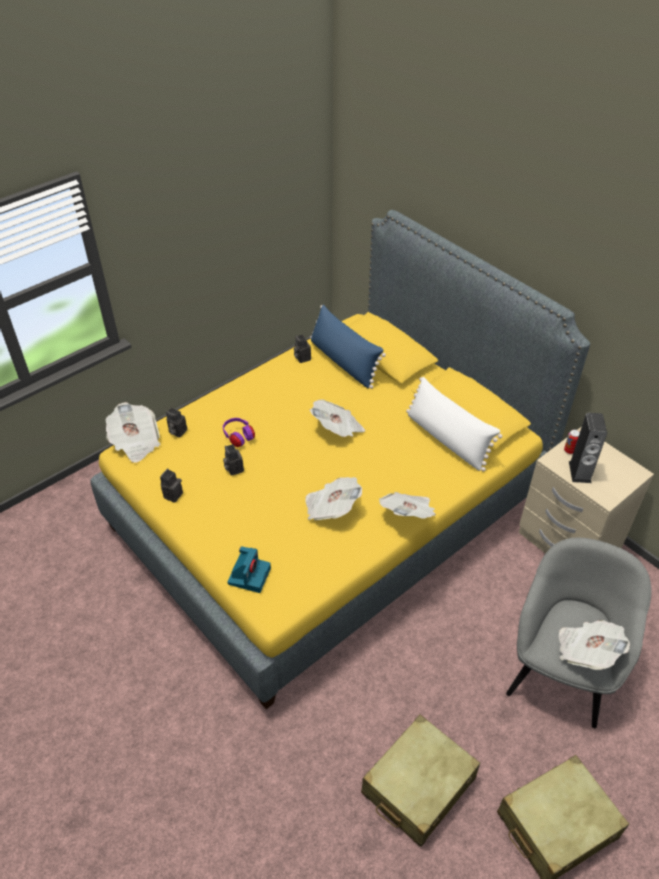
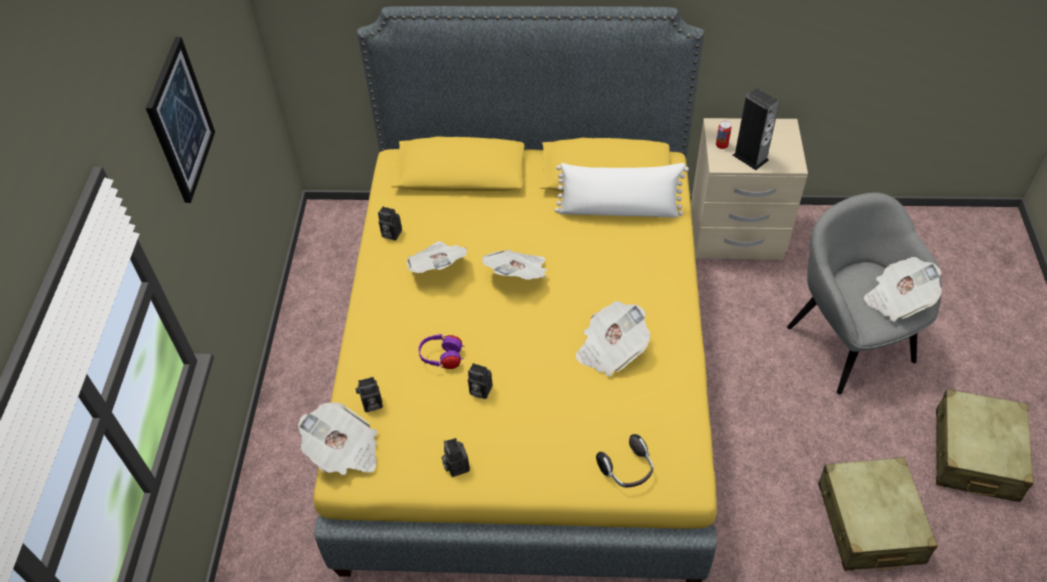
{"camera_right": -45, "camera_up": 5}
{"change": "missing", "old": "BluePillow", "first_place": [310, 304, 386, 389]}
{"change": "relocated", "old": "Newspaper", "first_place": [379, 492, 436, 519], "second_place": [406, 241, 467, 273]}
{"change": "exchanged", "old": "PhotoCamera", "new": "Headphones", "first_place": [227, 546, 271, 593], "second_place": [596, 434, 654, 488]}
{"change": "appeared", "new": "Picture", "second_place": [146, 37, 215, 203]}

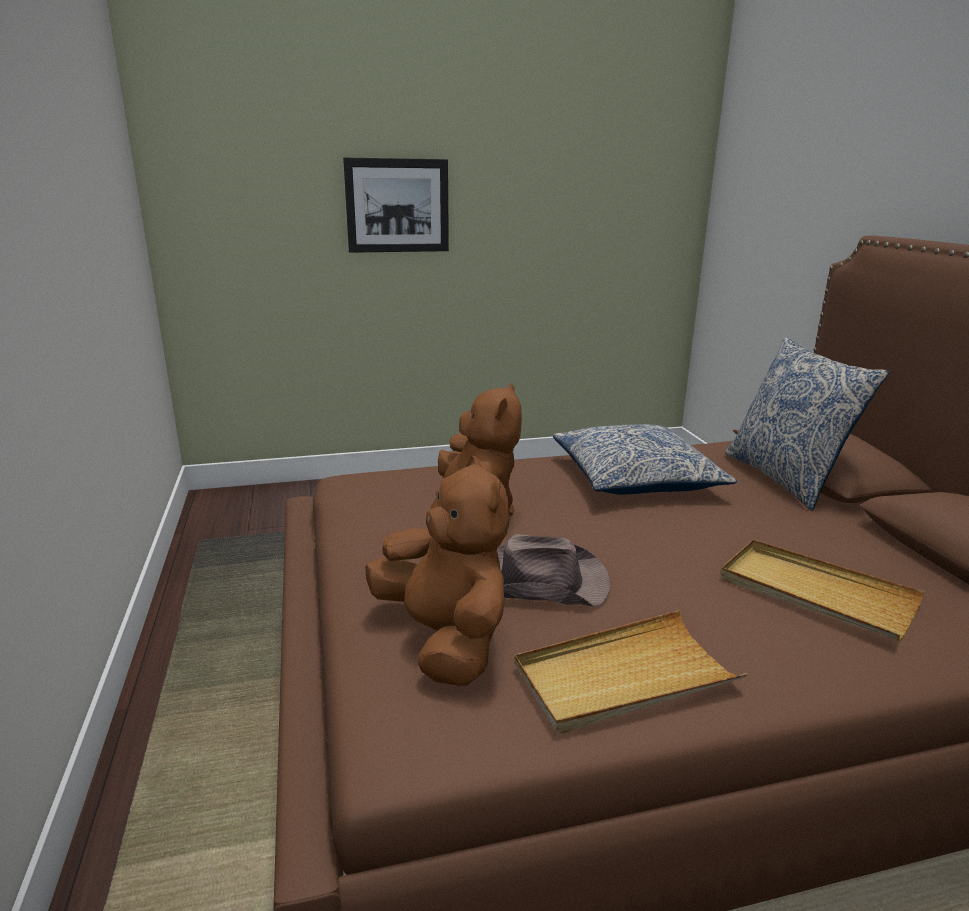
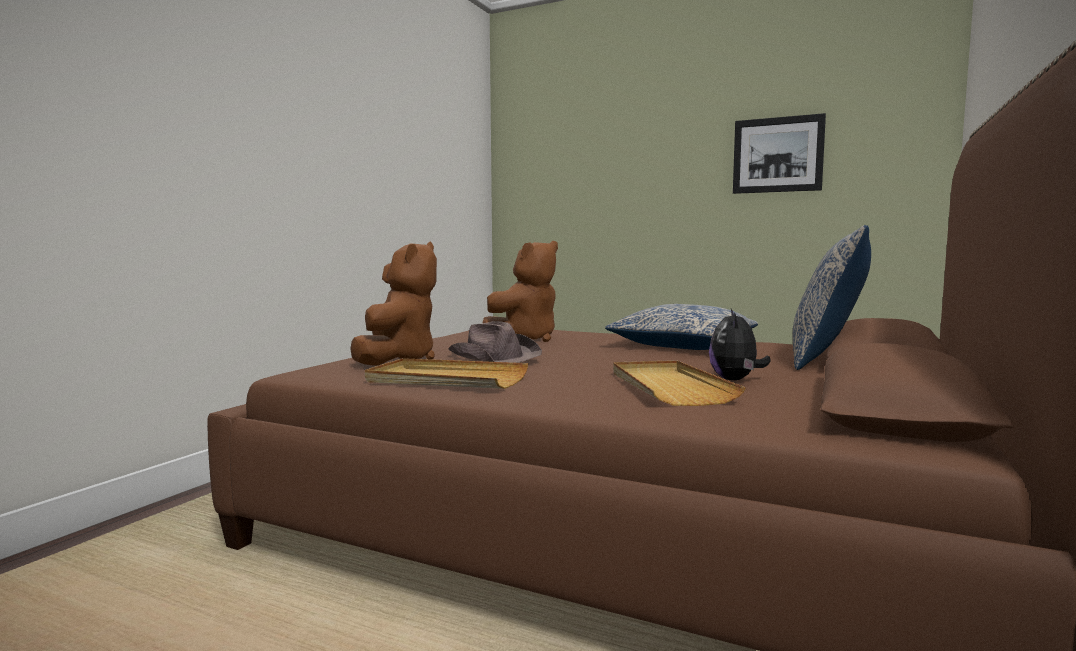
{"camera_right": 40, "camera_up": -15}
{"change": "relocated", "old": "Picture", "first_place": [343, 158, 449, 253], "second_place": [733, 113, 826, 194]}
{"change": "appeared", "new": "PlushToy", "second_place": [709, 309, 771, 380]}

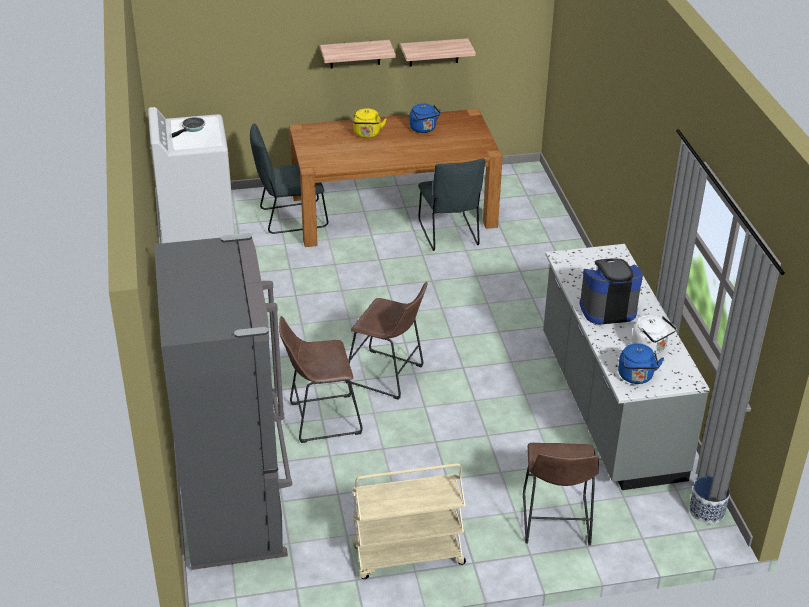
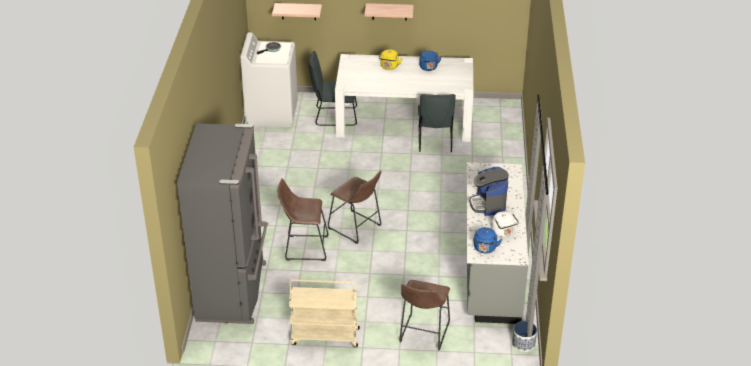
{"camera_right": 15, "camera_up": 0}
{"change": "relocated", "old": "Shelf", "first_place": [400, 38, 476, 67], "second_place": [272, 3, 322, 20]}
{"change": "colour", "old": "BrownDiningTable", "new": "WhiteDiningTable", "first_place": [289, 109, 503, 247], "second_place": [335, 54, 474, 142]}
{"change": "spun", "old": "CoffeeMachine", "first_place": [580, 259, 643, 324], "second_place": [469, 167, 509, 216], "degrees": -105}

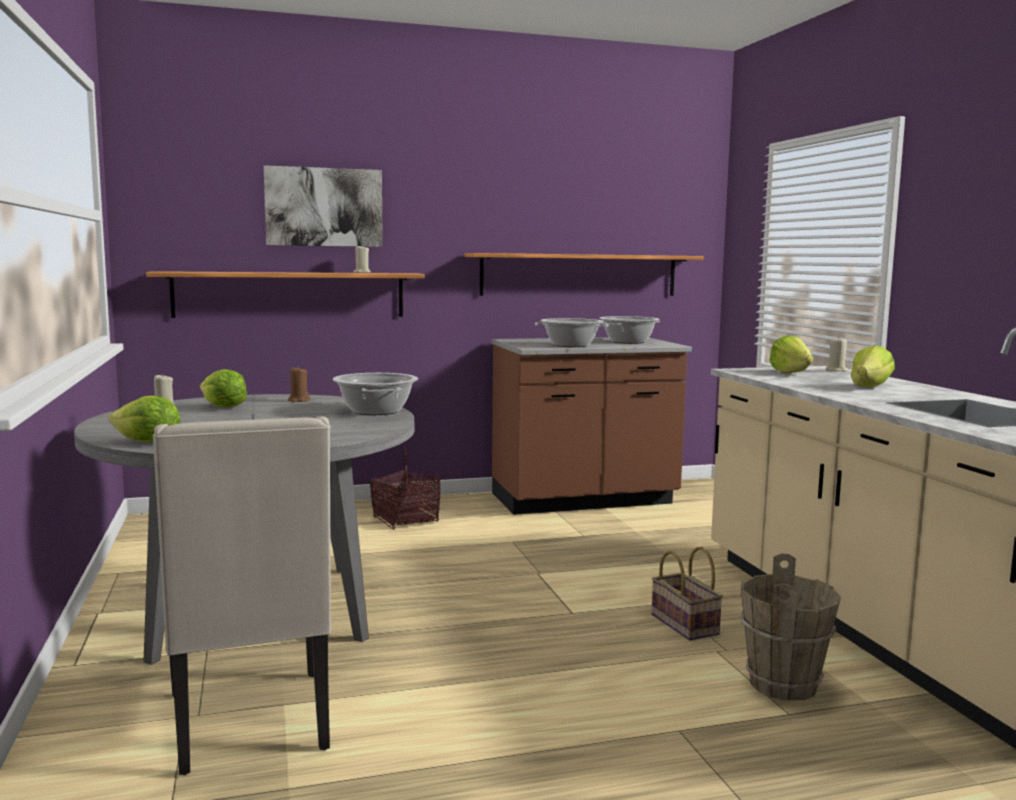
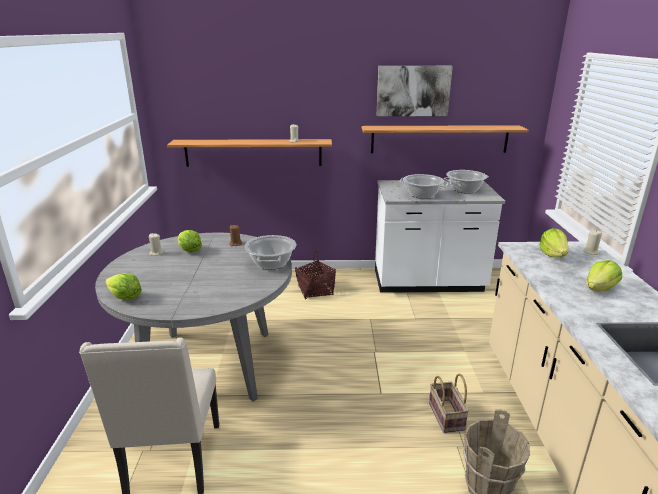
{"camera_right": 15, "camera_up": 15}
{"change": "relocated", "old": "Picture", "first_place": [264, 165, 383, 247], "second_place": [376, 66, 453, 116]}
{"change": "colour", "old": "BrownCounter", "new": "WhiteCounter", "first_place": [492, 337, 692, 515], "second_place": [375, 180, 505, 293]}

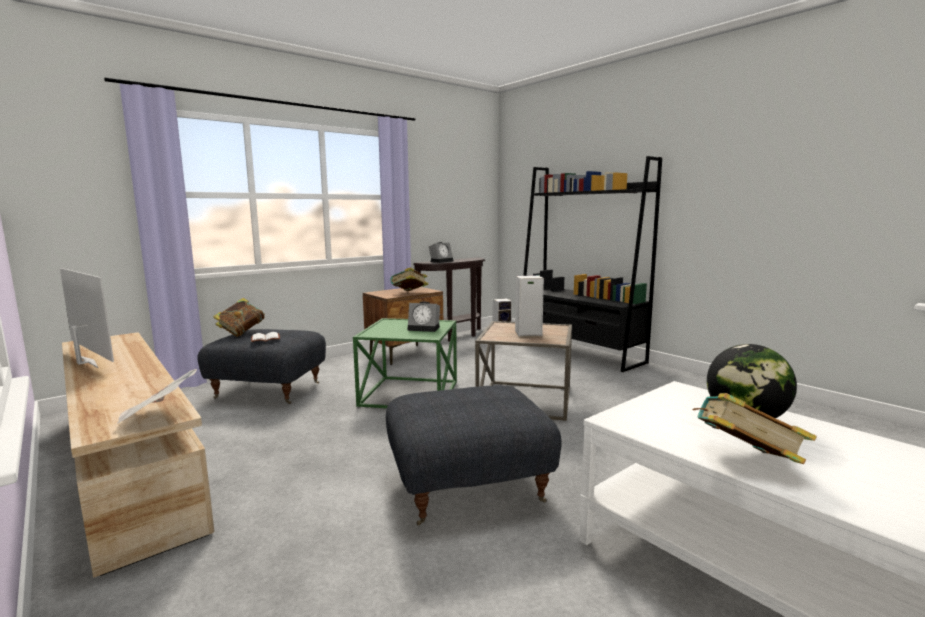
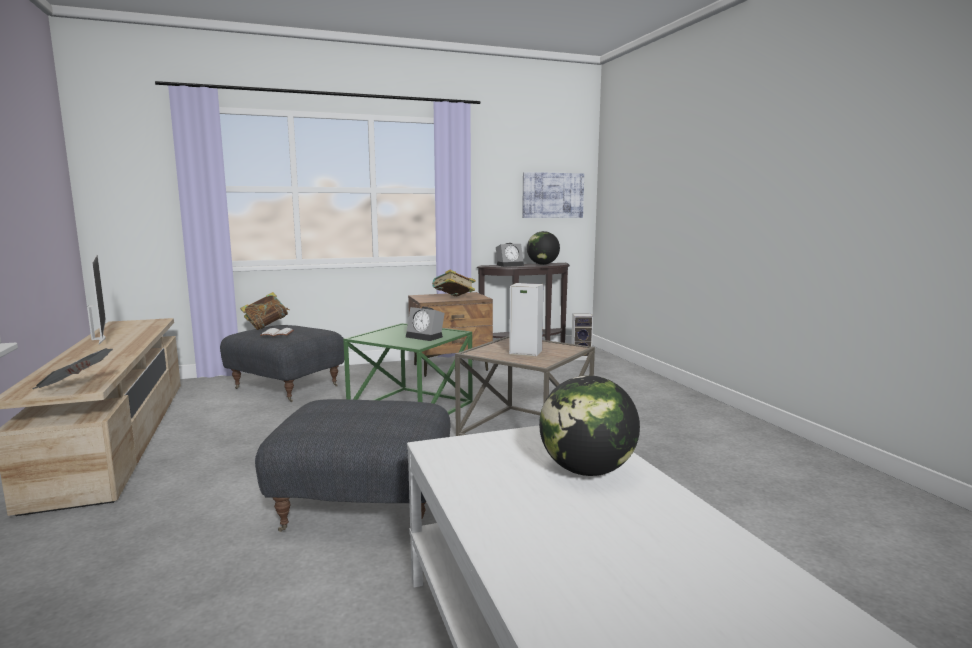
{"camera_right": 20, "camera_up": 0}
{"change": "missing", "old": "BlackBookcase", "first_place": [523, 156, 662, 372]}
{"change": "missing", "old": "Book", "first_place": [692, 393, 817, 464]}
{"change": "appeared", "new": "Picture", "second_place": [522, 172, 584, 218]}
{"change": "appeared", "new": "Globe", "second_place": [527, 231, 560, 265]}

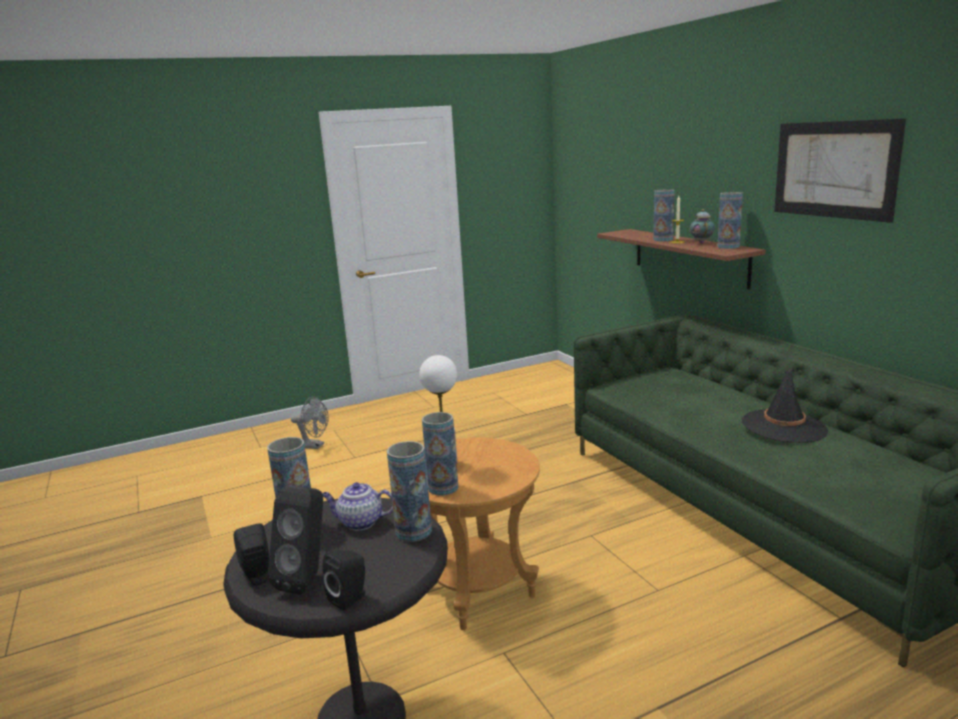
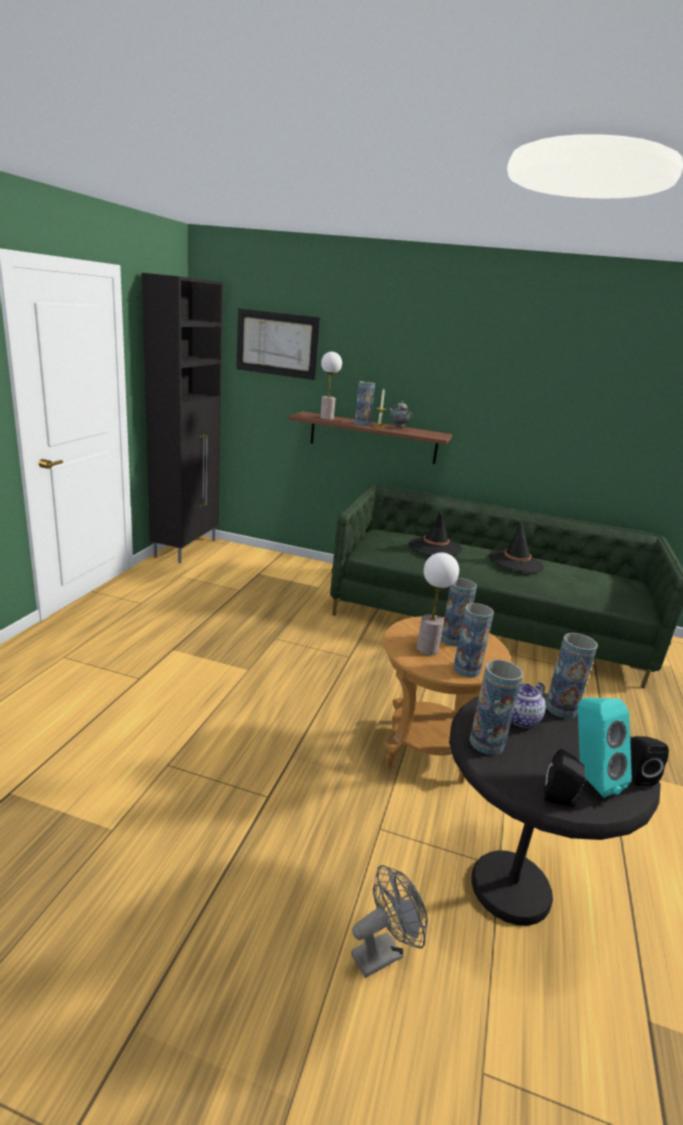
{"camera_right": -50, "camera_up": 5}
{"change": "relocated", "old": "Picture", "first_place": [774, 118, 906, 223], "second_place": [236, 308, 320, 380]}
{"change": "relocated", "old": "Vase", "first_place": [717, 192, 743, 249], "second_place": [441, 578, 477, 646]}
{"change": "relocated", "old": "GreyFan", "first_place": [291, 396, 329, 449], "second_place": [351, 865, 428, 978]}
{"change": "colour", "old": "BlackSpeaker", "new": "TurquoiseSpeaker", "first_place": [268, 486, 323, 595], "second_place": [578, 698, 632, 798]}
{"change": "appeared", "new": "BlackCabinet", "second_place": [141, 273, 223, 563]}
{"change": "appeared", "new": "TableLamp", "second_place": [320, 352, 342, 420]}
{"change": "appeared", "new": "BlackHat", "second_place": [409, 512, 462, 556]}

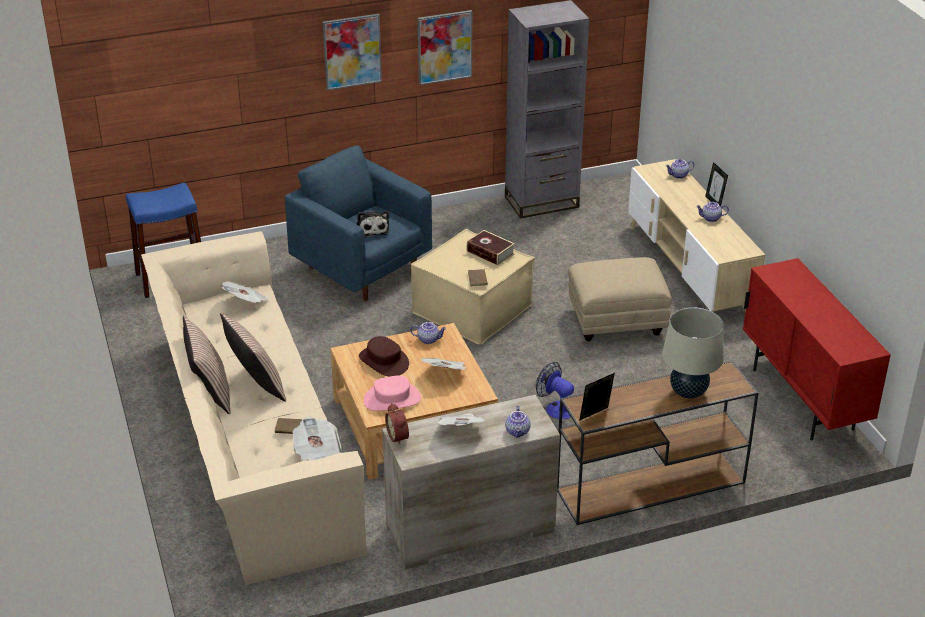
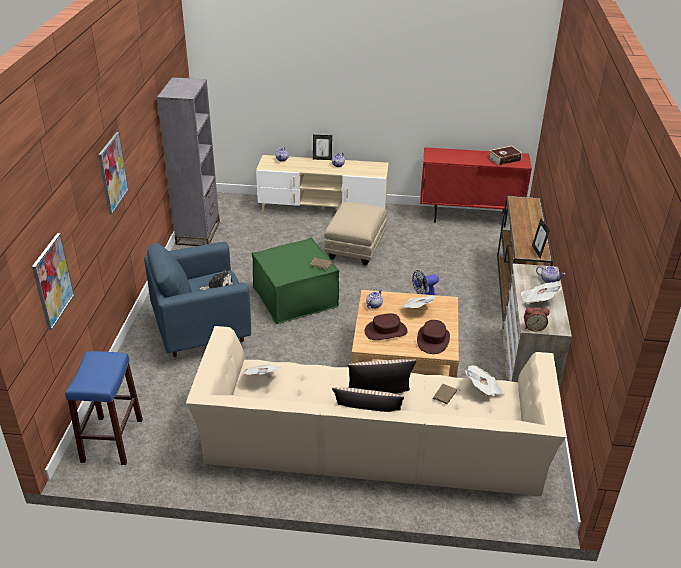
{"camera_right": -65, "camera_up": 0}
{"change": "relocated", "old": "Picture", "first_place": [418, 10, 472, 85], "second_place": [32, 233, 74, 330]}
{"change": "colour", "old": "BeigeOttoman", "new": "GreenOttoman", "first_place": [411, 229, 535, 345], "second_place": [252, 237, 339, 324]}
{"change": "relocated", "old": "Book", "first_place": [467, 230, 515, 265], "second_place": [489, 146, 522, 166]}
{"change": "missing", "old": "BeigeTableLamp", "first_place": [662, 307, 724, 399]}
{"change": "colour", "old": "PinkHat", "new": "BrownHat", "first_place": [364, 375, 421, 411], "second_place": [417, 320, 450, 354]}

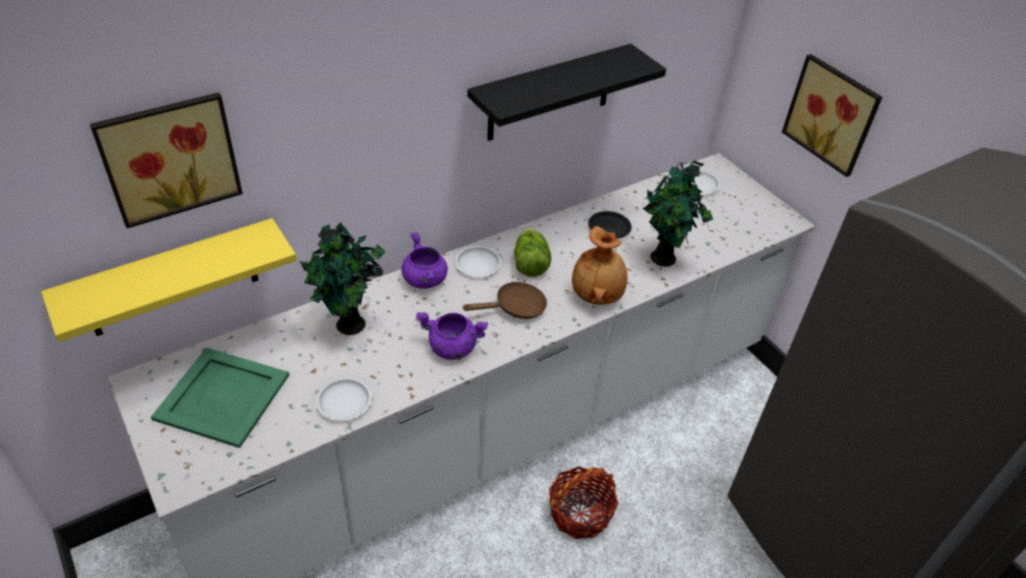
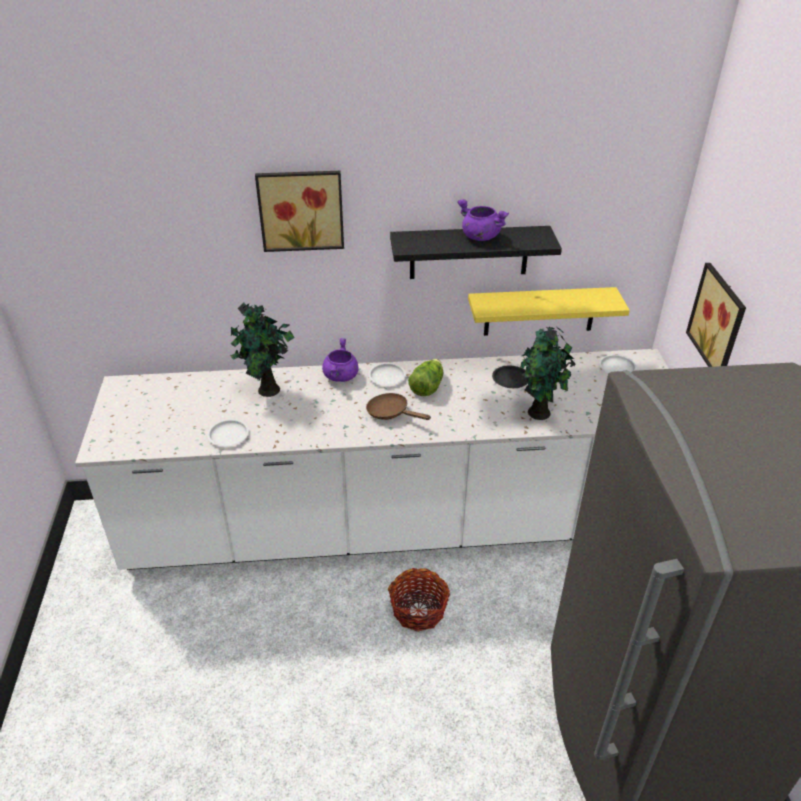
{"camera_right": 30, "camera_up": -5}
{"change": "relocated", "old": "Picture", "first_place": [90, 92, 243, 228], "second_place": [255, 171, 344, 252]}
{"change": "relocated", "old": "YellowShelf", "first_place": [41, 218, 297, 342], "second_place": [468, 287, 630, 336]}
{"change": "missing", "old": "BrownVase", "first_place": [572, 226, 628, 305]}
{"change": "spun", "old": "BrownFryingPan", "first_place": [462, 282, 547, 319], "second_place": [366, 393, 430, 420], "degrees": -150}
{"change": "relocated", "old": "PurpleCookingPot", "first_place": [416, 312, 488, 360], "second_place": [457, 199, 509, 241]}
{"change": "missing", "old": "GreenTray", "first_place": [151, 348, 289, 448]}

